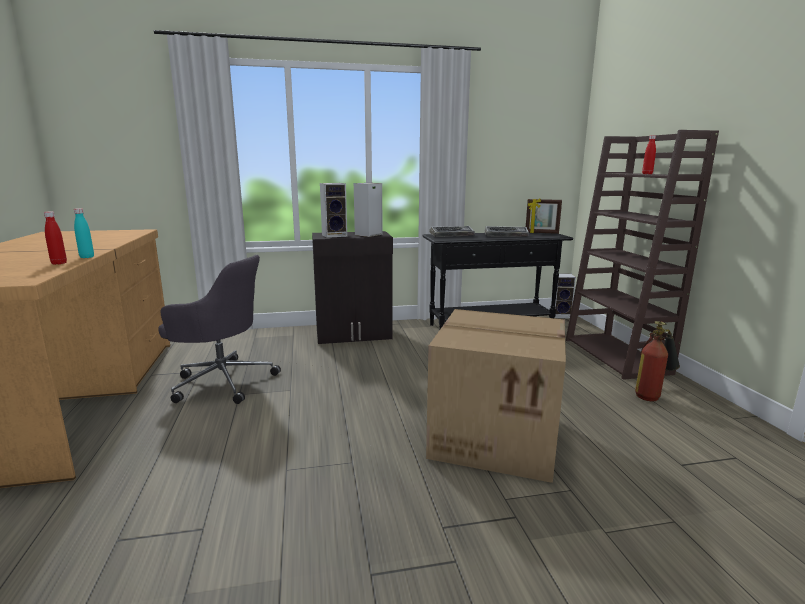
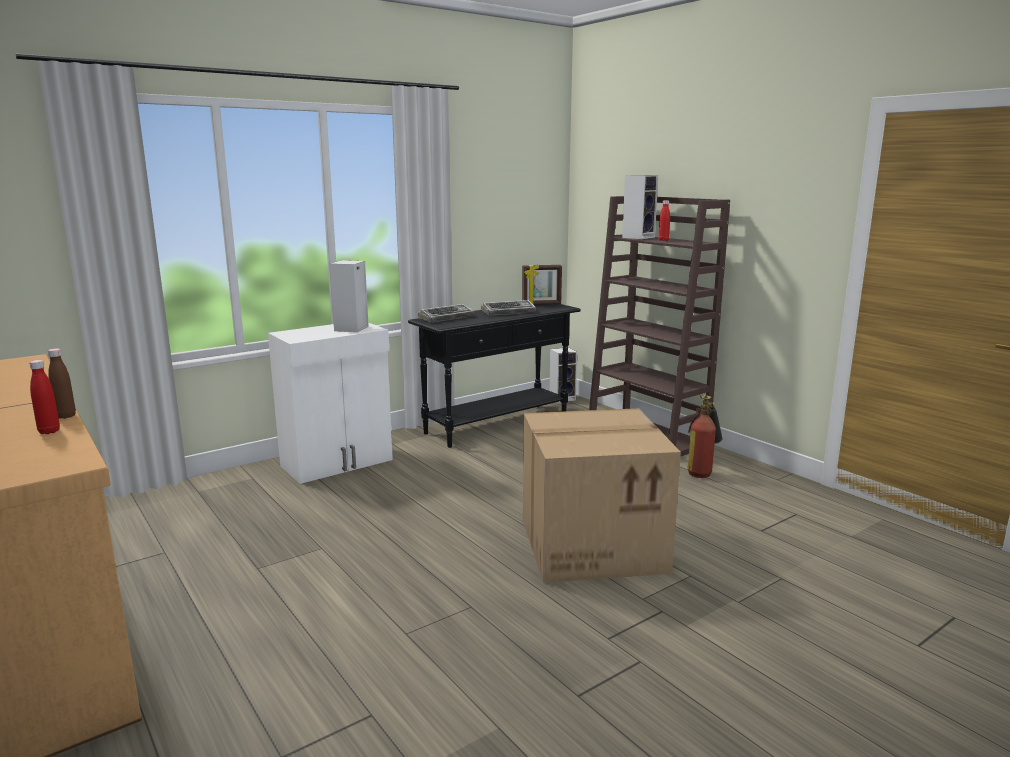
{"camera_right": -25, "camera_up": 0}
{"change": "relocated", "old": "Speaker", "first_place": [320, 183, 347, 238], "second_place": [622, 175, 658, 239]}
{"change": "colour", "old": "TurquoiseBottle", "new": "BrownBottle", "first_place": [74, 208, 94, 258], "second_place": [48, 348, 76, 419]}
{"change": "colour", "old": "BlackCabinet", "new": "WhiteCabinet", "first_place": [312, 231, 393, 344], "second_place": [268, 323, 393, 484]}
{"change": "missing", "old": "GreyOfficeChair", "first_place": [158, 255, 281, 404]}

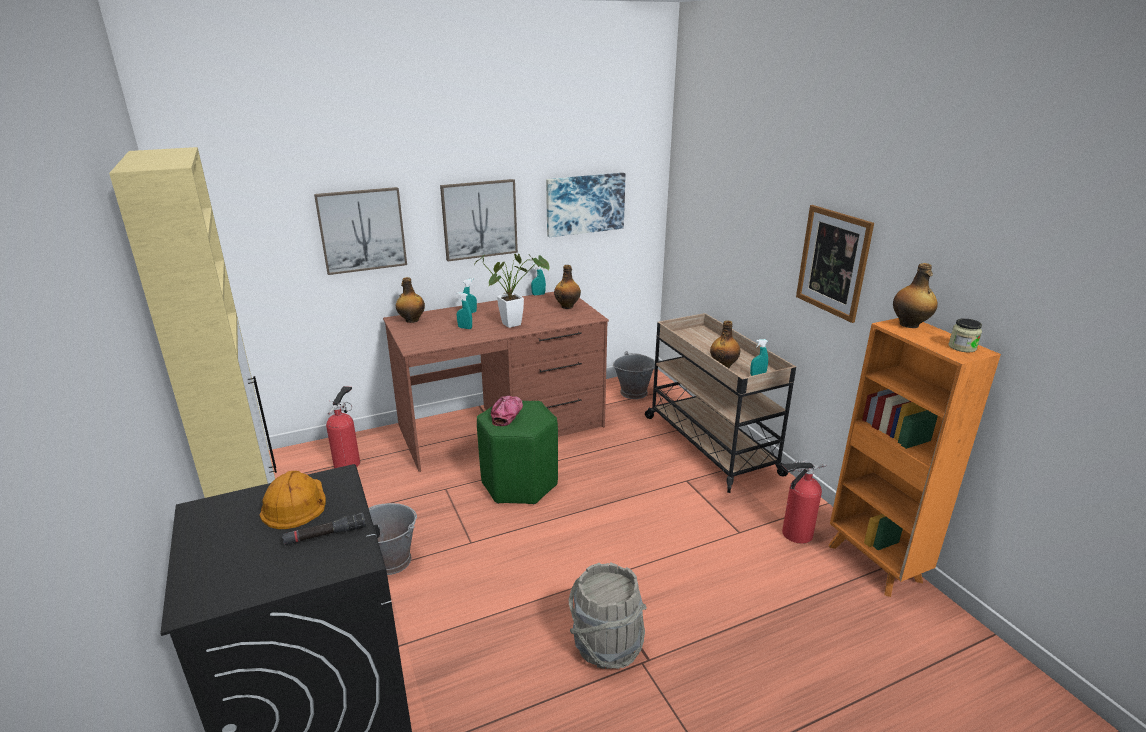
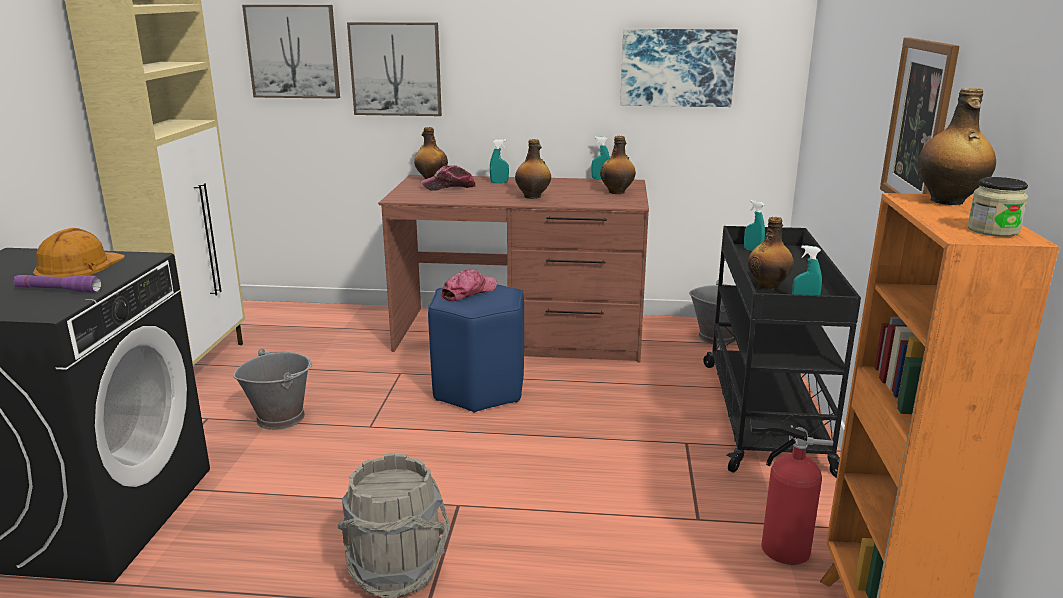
{"camera_right": 30, "camera_up": -5}
{"change": "relocated", "old": "Picture", "first_place": [440, 179, 518, 261], "second_place": [242, 5, 340, 99]}
{"change": "exchanged", "old": "PottedPlant", "new": "Bottle", "first_place": [474, 254, 550, 328], "second_place": [515, 139, 551, 199]}
{"change": "relocated", "old": "TurquoiseSprayBottle", "first_place": [457, 292, 472, 329], "second_place": [744, 200, 765, 251]}
{"change": "colour", "old": "BeigeCart", "new": "BlackCart", "first_place": [645, 313, 796, 493], "second_place": [703, 226, 861, 478]}
{"change": "missing", "old": "FireExtinguisher", "first_place": [326, 386, 360, 468]}
{"change": "colour", "old": "GreenStool", "new": "BlueStool", "first_place": [477, 401, 558, 504], "second_place": [428, 284, 524, 413]}
{"change": "colour", "old": "BlackFlashlight", "new": "PurpleFlashlight", "first_place": [282, 512, 366, 545], "second_place": [13, 275, 102, 293]}
{"change": "appeared", "new": "Cap", "second_place": [420, 165, 475, 191]}

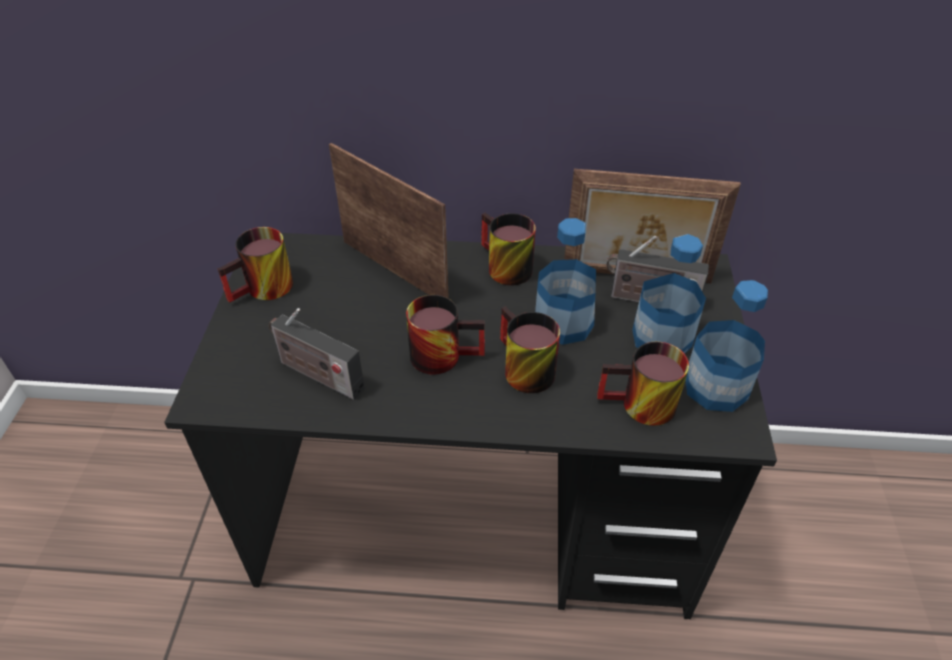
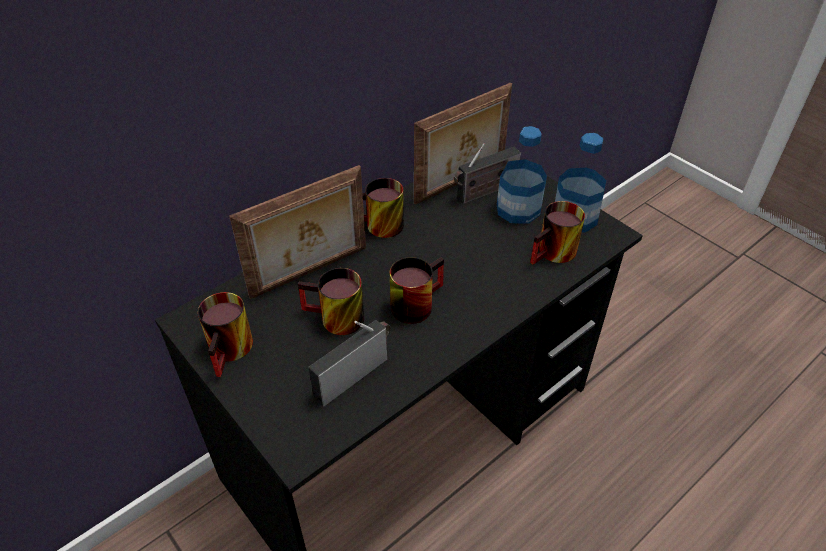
{"camera_right": -45, "camera_up": 0}
{"change": "spun", "old": "PictureFrame", "first_place": [329, 143, 449, 299], "second_place": [229, 165, 366, 299], "degrees": 150}
{"change": "missing", "old": "Bottle", "first_place": [535, 218, 596, 345]}
{"change": "relocated", "old": "Mug", "first_place": [500, 306, 560, 393], "second_place": [298, 268, 364, 335]}
{"change": "spun", "old": "Radio", "first_place": [268, 308, 365, 400], "second_place": [309, 320, 391, 407], "degrees": 150}

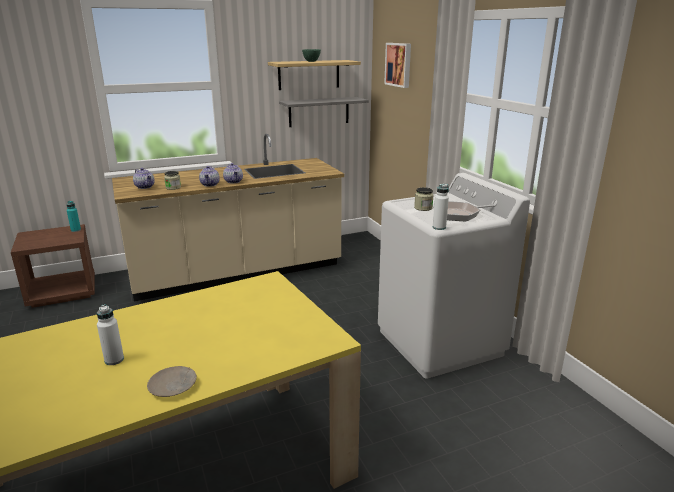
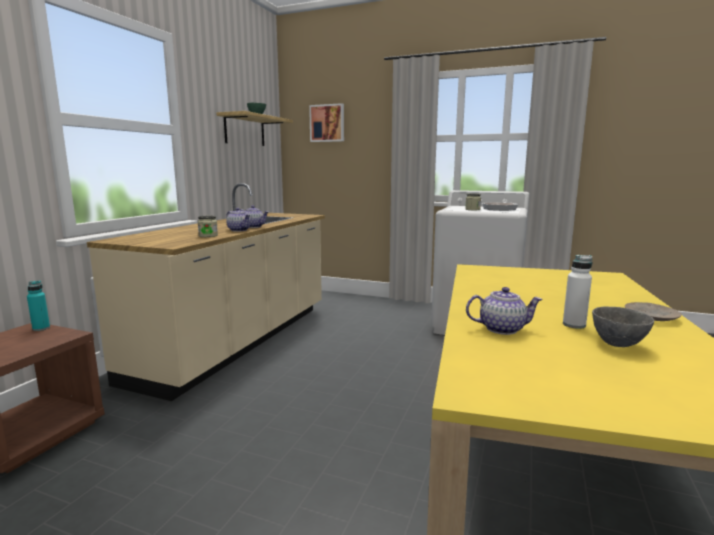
{"camera_right": -45, "camera_up": -10}
{"change": "missing", "old": "GreyShelf", "first_place": [279, 97, 369, 127]}
{"change": "relocated", "old": "Teapot", "first_place": [133, 168, 155, 189], "second_place": [466, 287, 543, 335]}
{"change": "missing", "old": "WhiteBottle", "first_place": [433, 184, 449, 230]}
{"change": "appeared", "new": "GreyBowl", "second_place": [592, 306, 654, 347]}

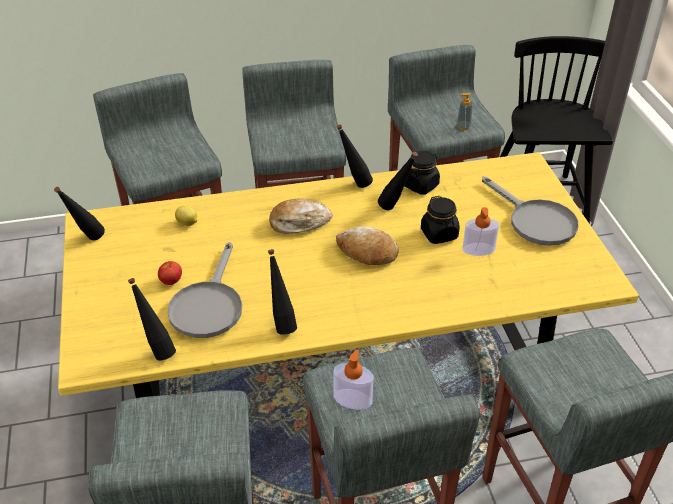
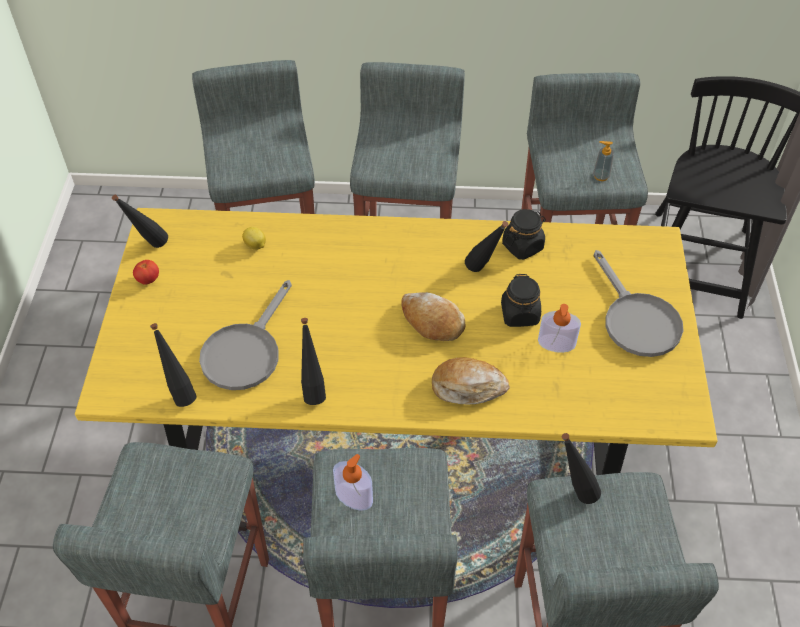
{"camera_right": 15, "camera_up": 10}
{"change": "relocated", "old": "BlackBottle", "first_place": [337, 124, 373, 188], "second_place": [562, 433, 601, 504]}
{"change": "relocated", "old": "Bread", "first_place": [269, 198, 333, 234], "second_place": [432, 357, 510, 405]}
{"change": "relocated", "old": "Tomato", "first_place": [158, 261, 182, 285], "second_place": [133, 260, 159, 285]}

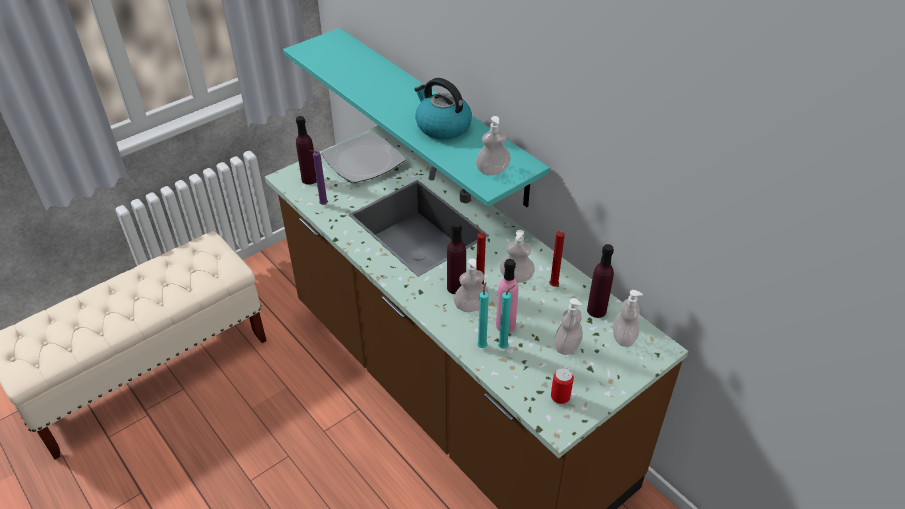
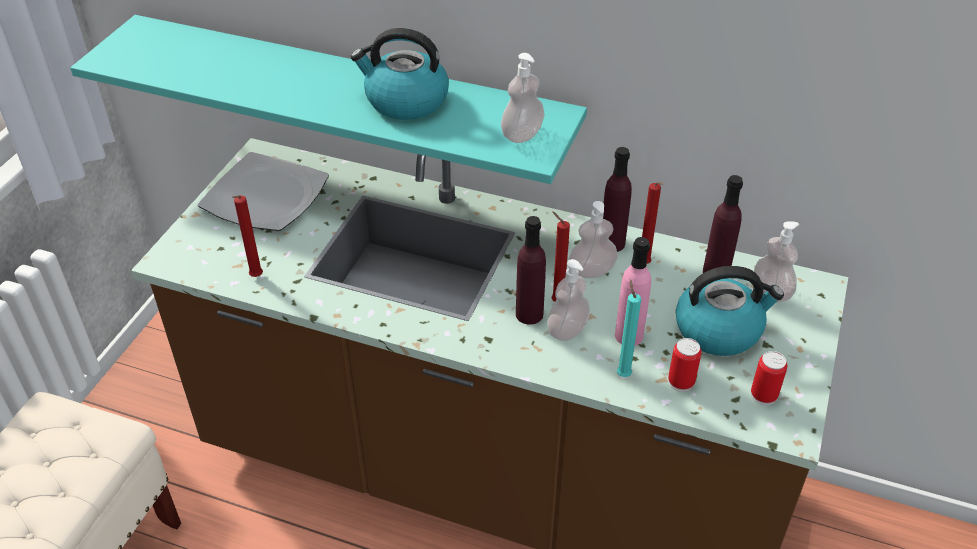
{"camera_right": -30, "camera_up": 0}
{"change": "relocated", "old": "PurpleBottle", "first_place": [296, 116, 317, 185], "second_place": [603, 147, 632, 252]}
{"change": "colour", "old": "PurpleCandle", "new": "RedCandle", "first_place": [309, 150, 328, 205], "second_place": [232, 196, 263, 277]}
{"change": "missing", "old": "TurquoiseCandle", "first_place": [498, 285, 515, 349]}
{"change": "exchanged", "old": "SoapDispenser", "new": "Kettle", "first_place": [554, 298, 583, 355], "second_place": [676, 266, 784, 356]}
{"change": "appeared", "new": "Can", "second_place": [668, 338, 702, 392]}

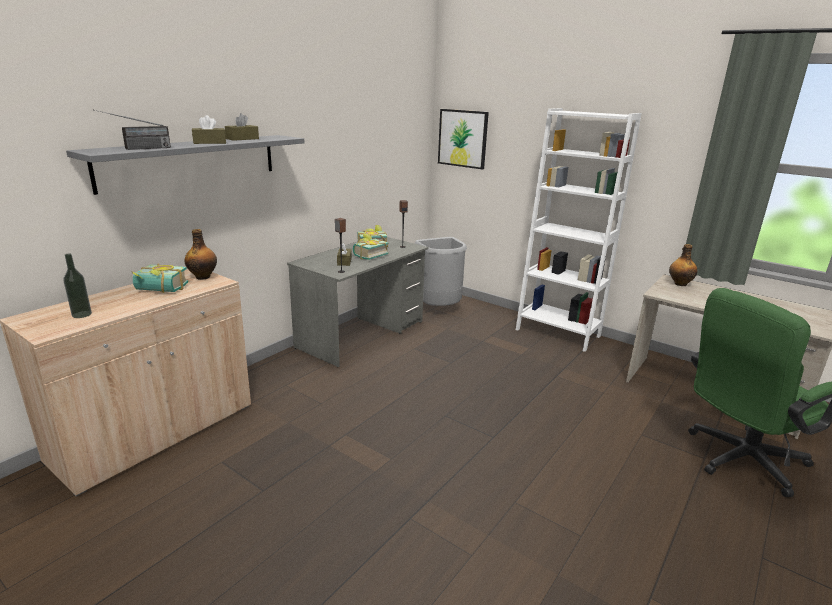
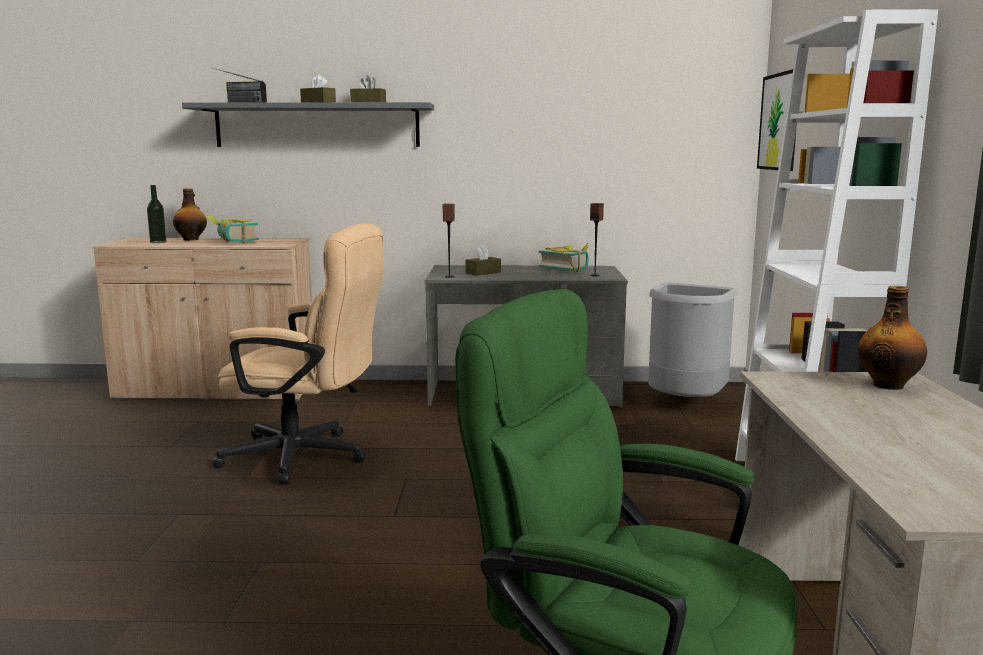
{"camera_right": 55, "camera_up": -10}
{"change": "relocated", "old": "Bottle", "first_place": [184, 229, 217, 280], "second_place": [173, 188, 207, 240]}
{"change": "missing", "old": "Book", "first_place": [353, 233, 389, 260]}
{"change": "appeared", "new": "BeigeOfficeChair", "second_place": [212, 224, 384, 484]}

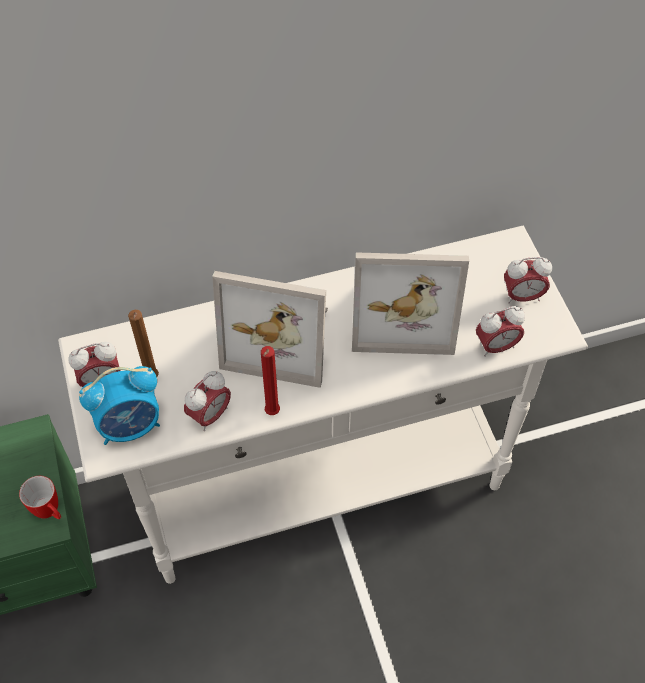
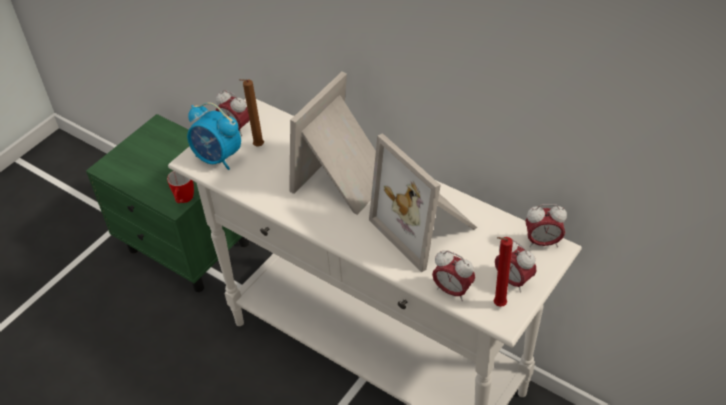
{"camera_right": 55, "camera_up": -10}
{"change": "spun", "old": "PictureFrame", "first_place": [212, 271, 328, 388], "second_place": [289, 72, 376, 215], "degrees": 60}
{"change": "relocated", "old": "RedCandle", "first_place": [261, 346, 280, 415], "second_place": [493, 237, 513, 307]}
{"change": "relocated", "old": "AlarmClock", "first_place": [184, 371, 231, 431], "second_place": [526, 204, 567, 247]}

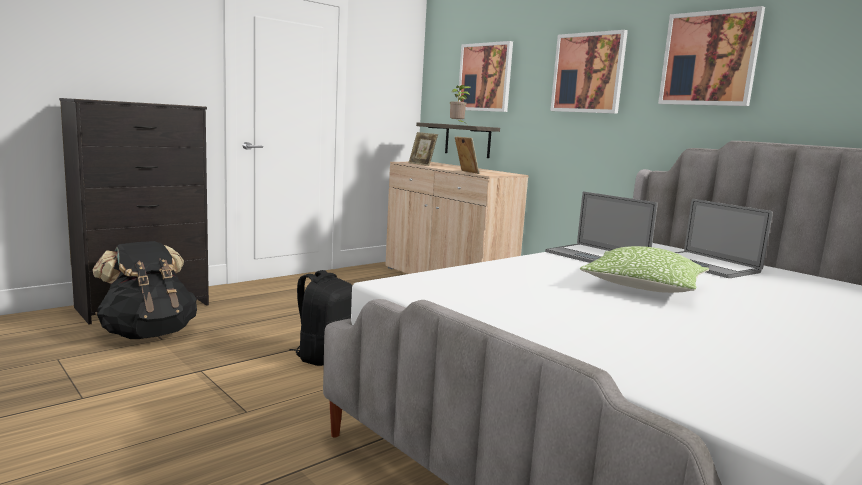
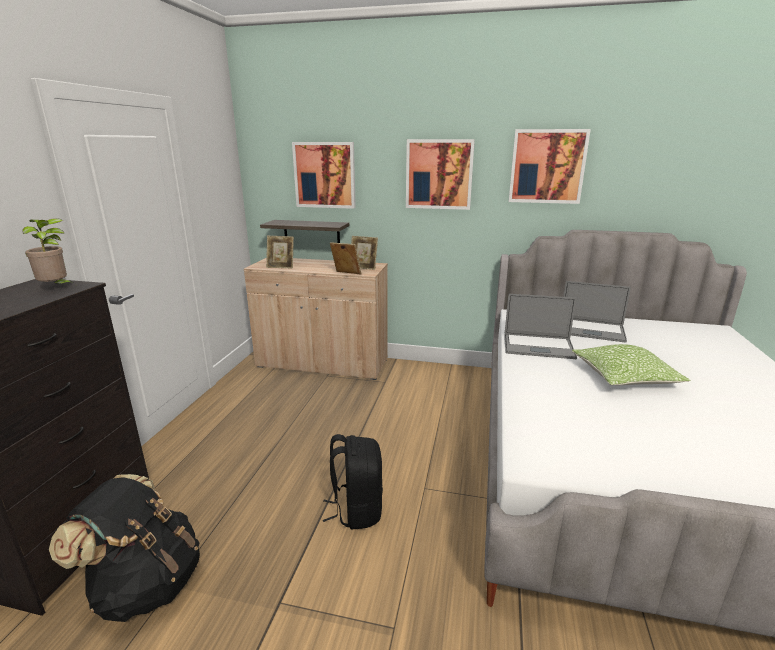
{"camera_right": -35, "camera_up": 10}
{"change": "relocated", "old": "PottedPlant", "first_place": [450, 85, 471, 122], "second_place": [23, 218, 75, 284]}
{"change": "appeared", "new": "PictureFrame", "second_place": [351, 236, 378, 270]}

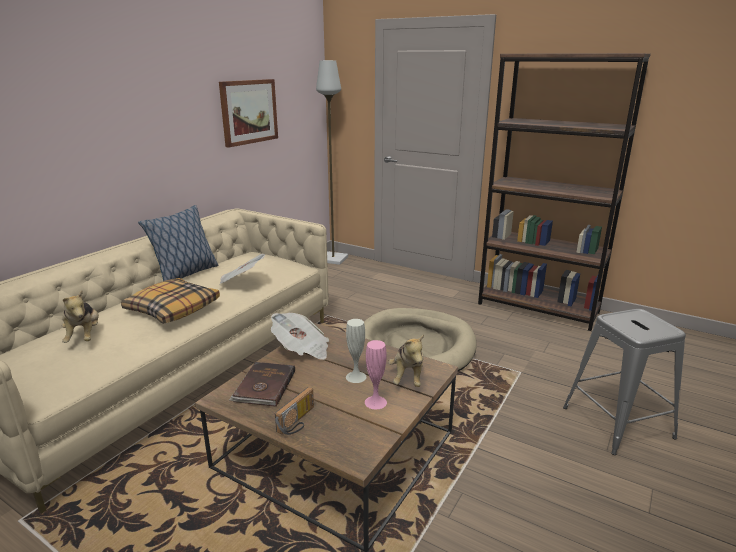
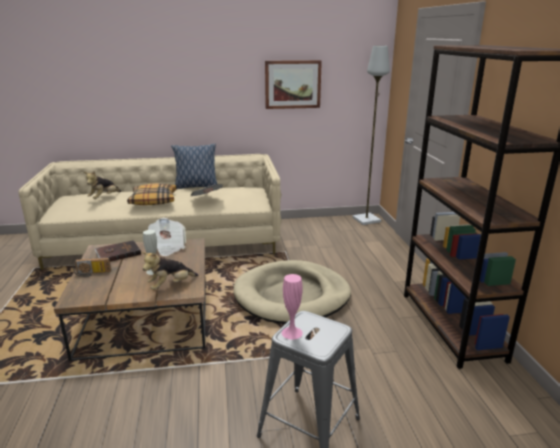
{"camera_right": 50, "camera_up": 0}
{"change": "relocated", "old": "PinkVase", "first_place": [365, 340, 387, 409], "second_place": [282, 274, 303, 340]}

